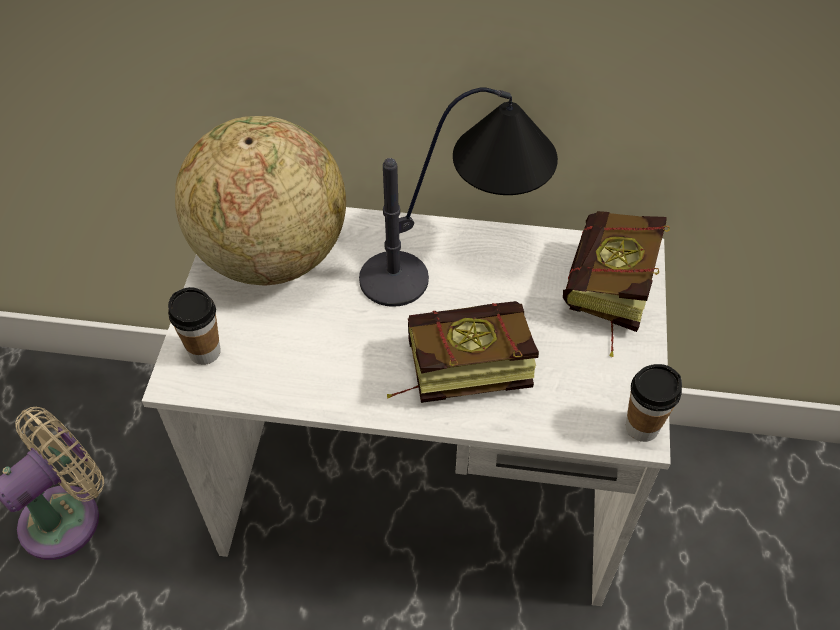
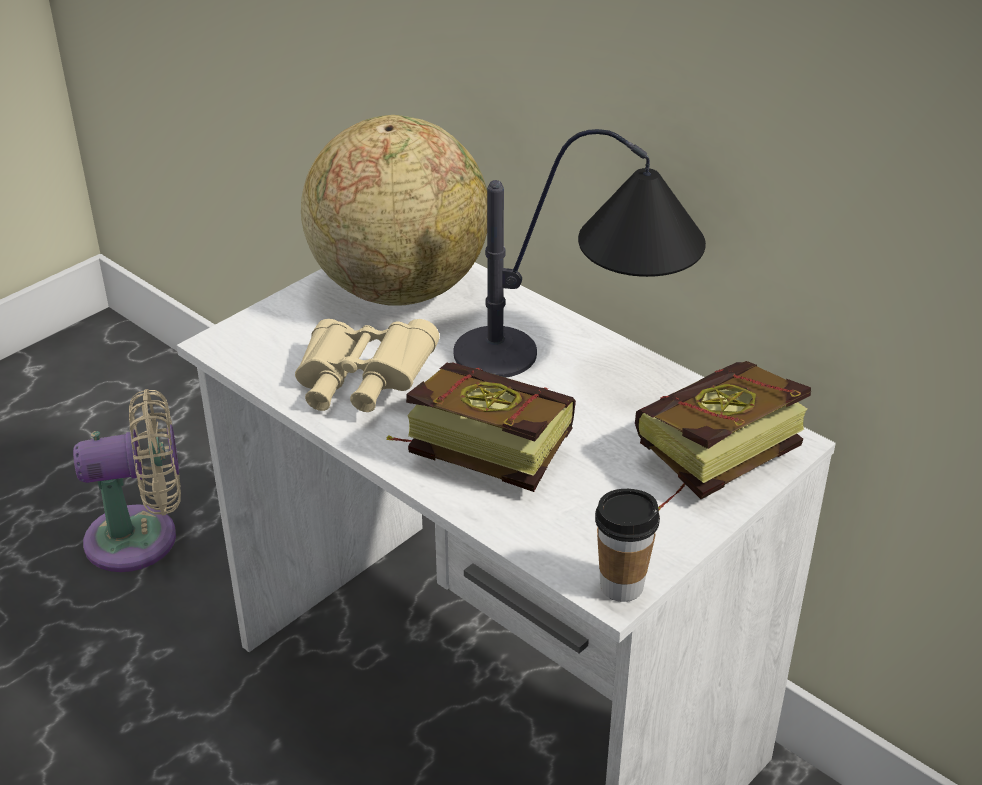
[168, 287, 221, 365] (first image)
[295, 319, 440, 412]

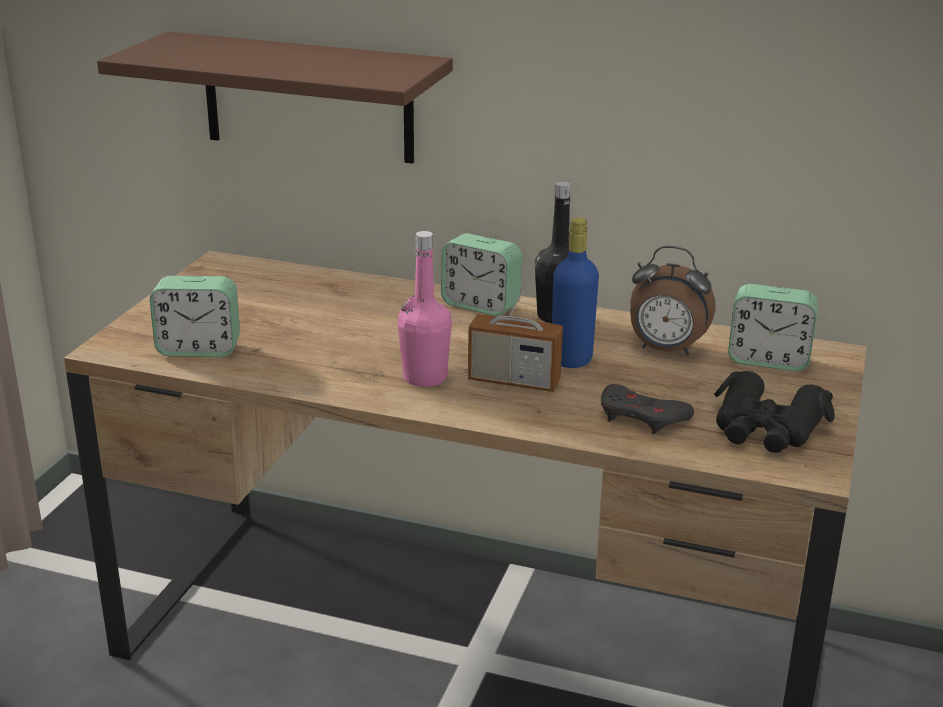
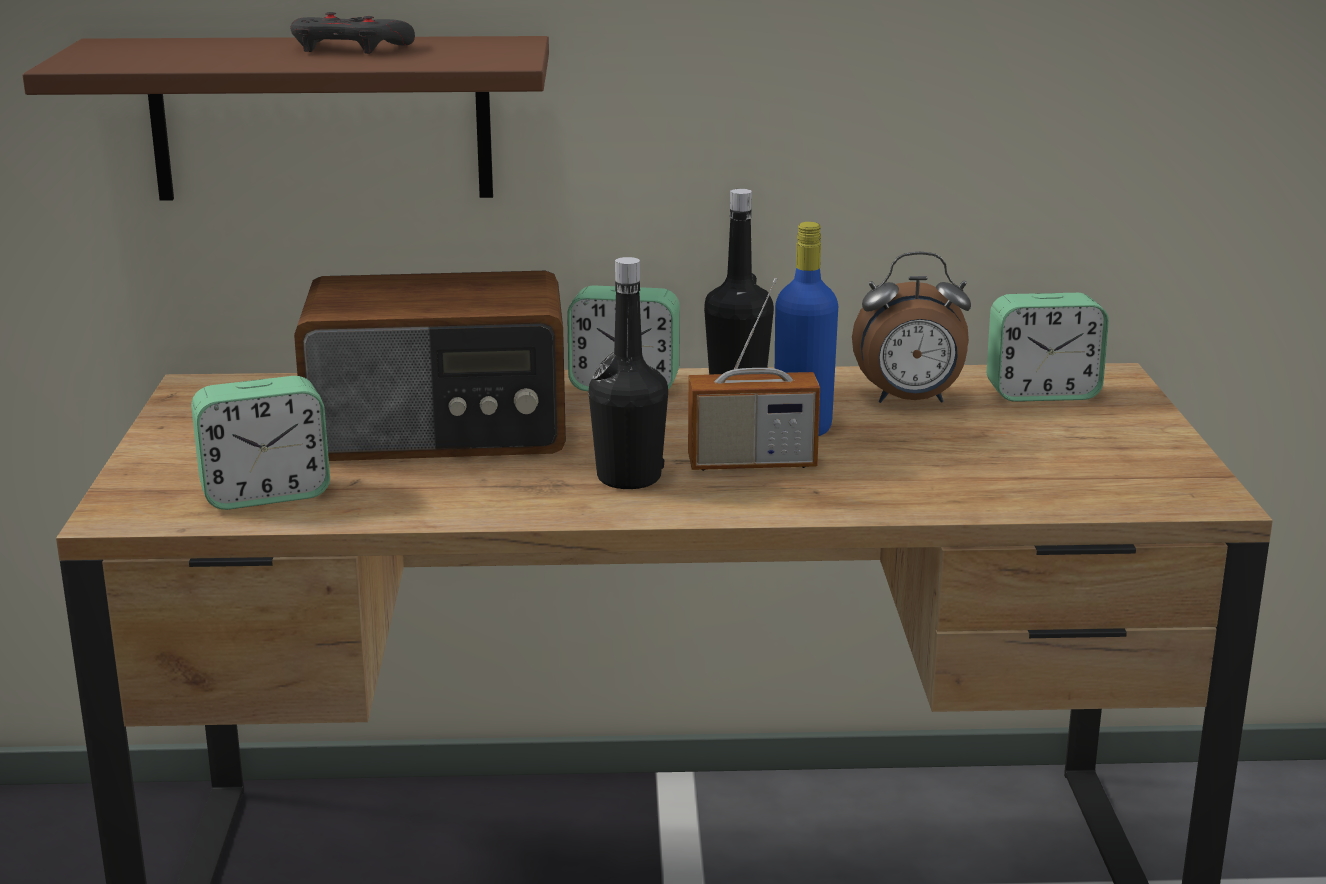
[589, 257, 668, 489]
[714, 371, 835, 453] (first image)
[290, 12, 415, 54]
[294, 271, 566, 461]

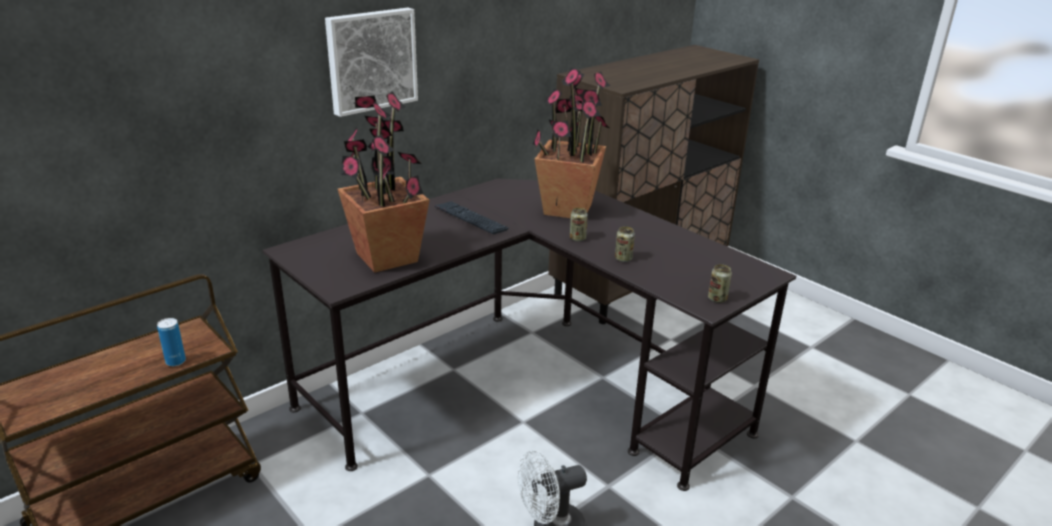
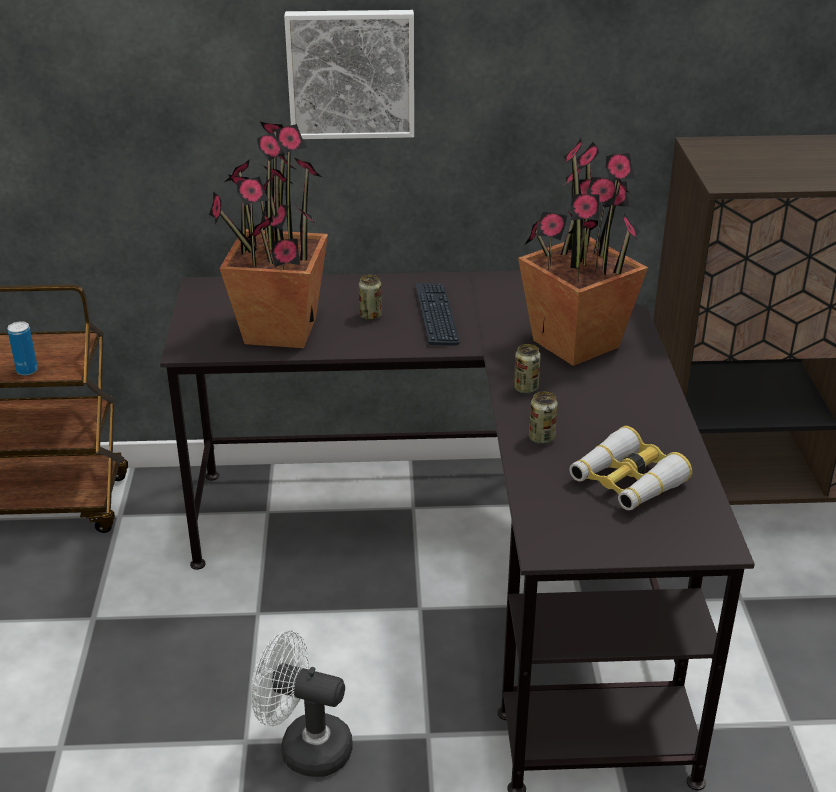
[359, 275, 382, 320]
[569, 426, 692, 510]

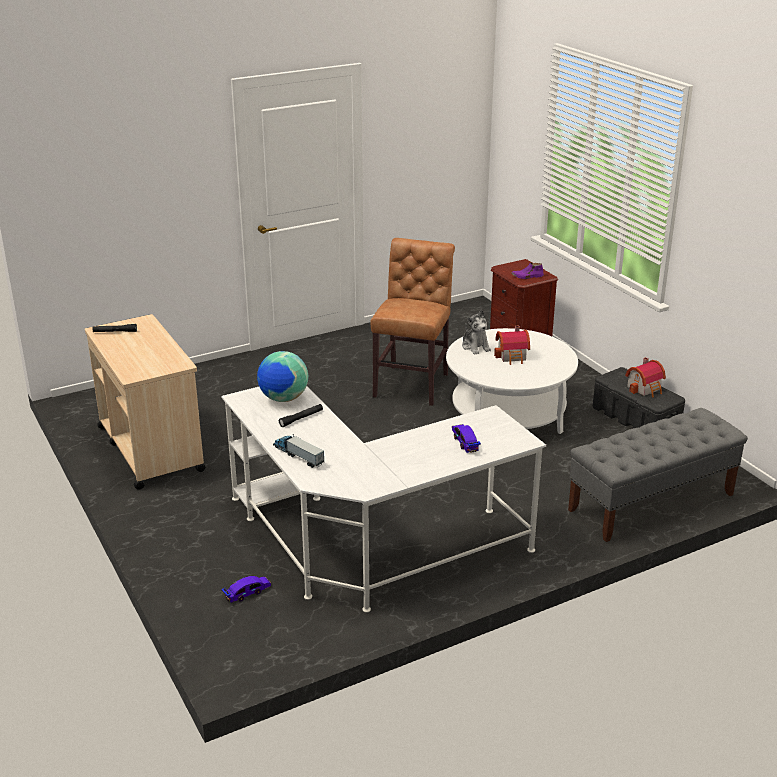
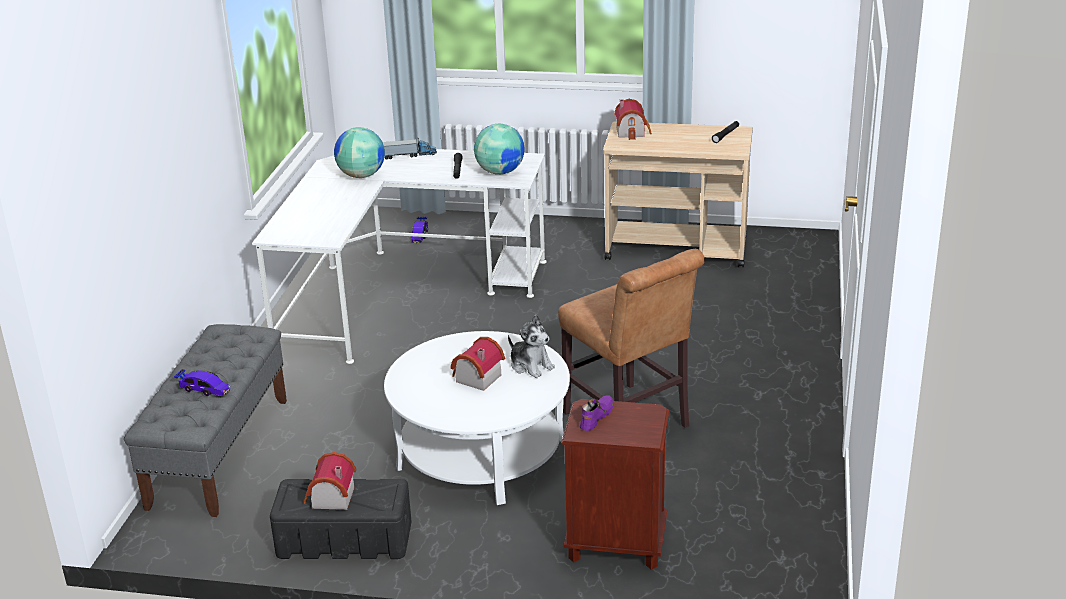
[508, 315, 555, 378]
[174, 369, 230, 396]
[614, 99, 652, 140]
[334, 127, 385, 178]

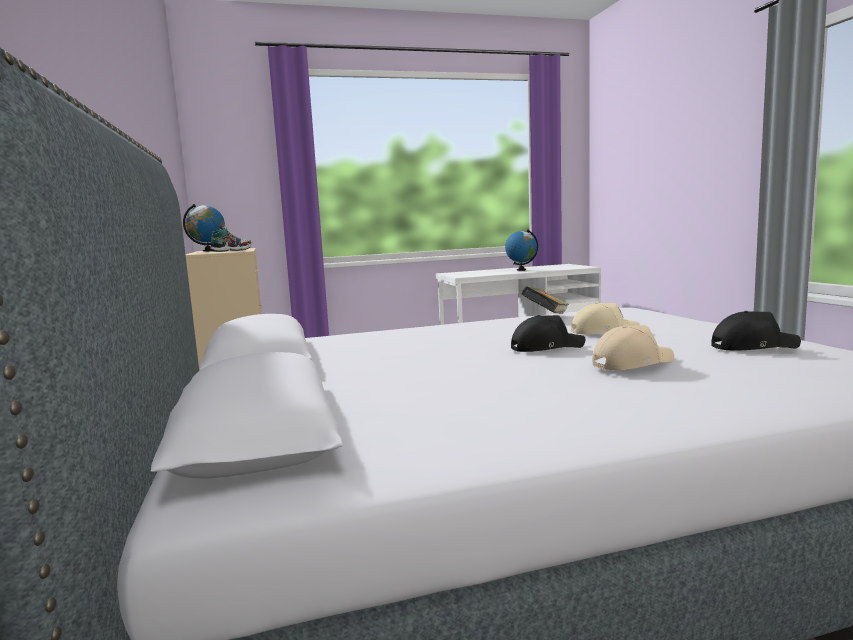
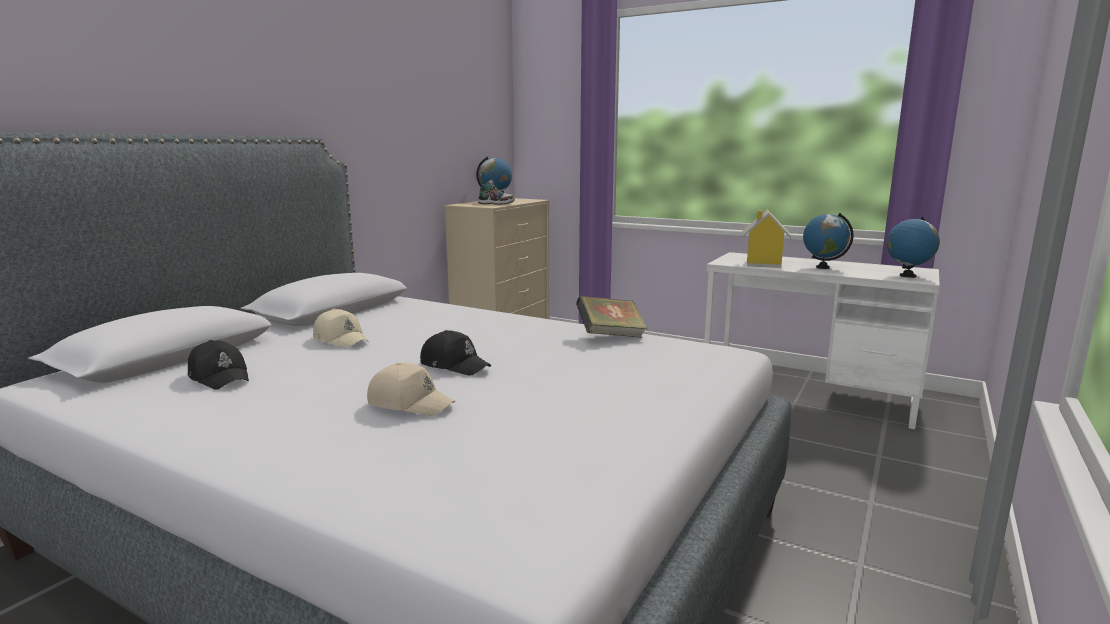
[313, 309, 368, 348]
[188, 340, 249, 390]
[743, 209, 791, 268]
[887, 216, 940, 278]

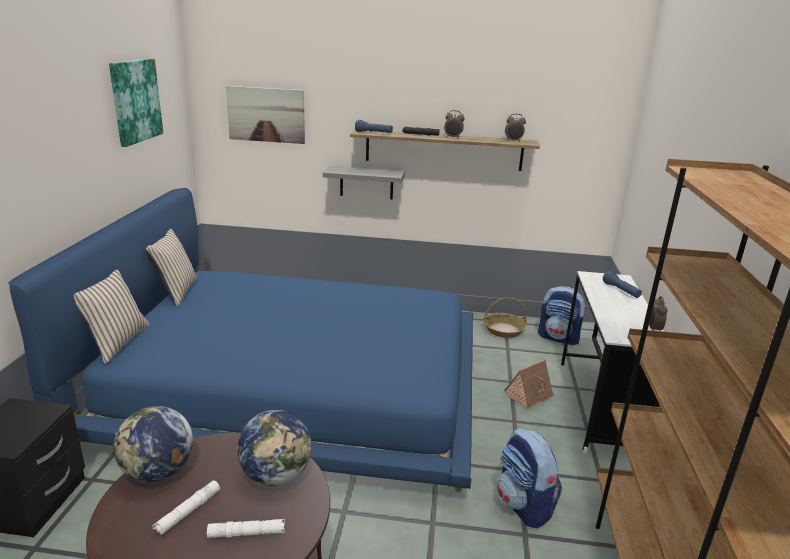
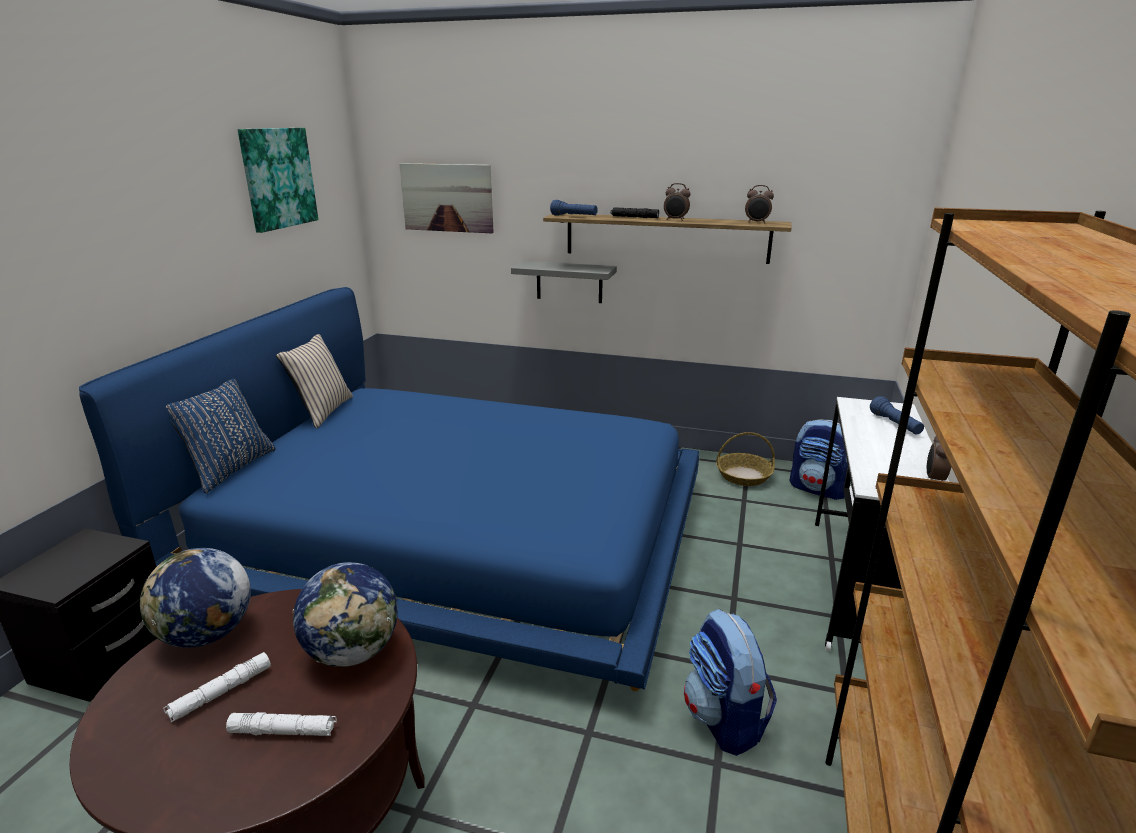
[165, 379, 276, 493]
[504, 359, 555, 409] (first image)

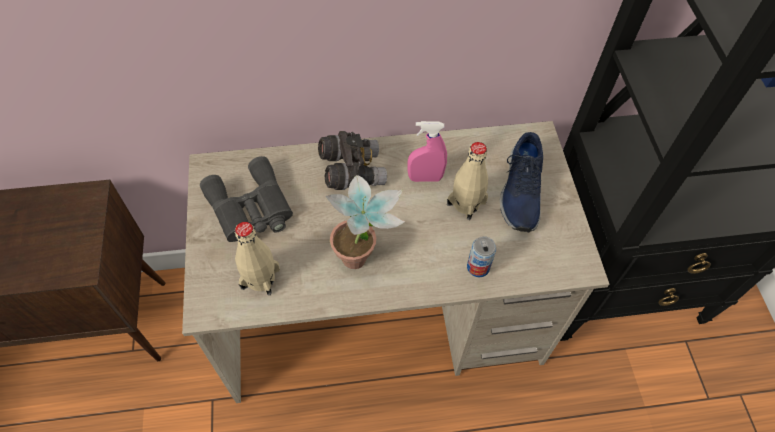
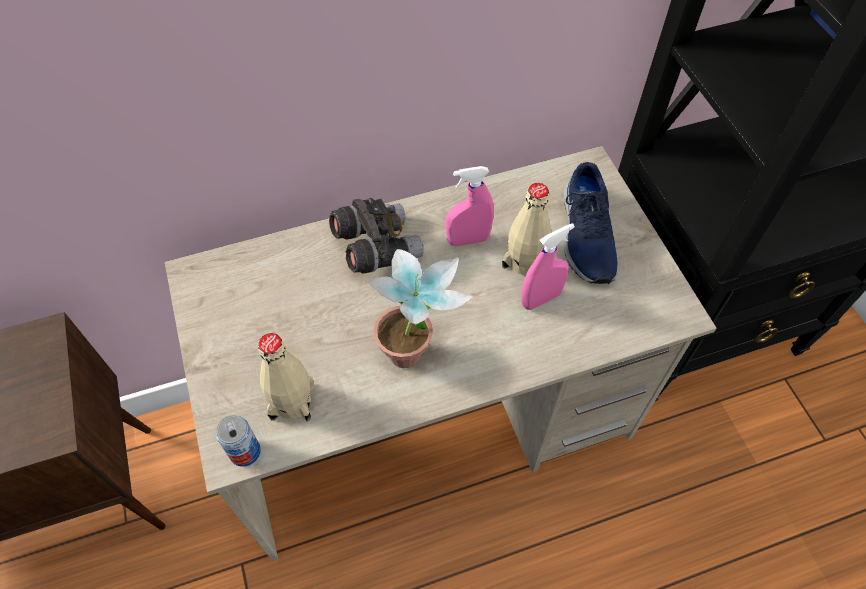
[200, 156, 293, 242] (first image)
[216, 415, 261, 467]
[521, 223, 575, 310]

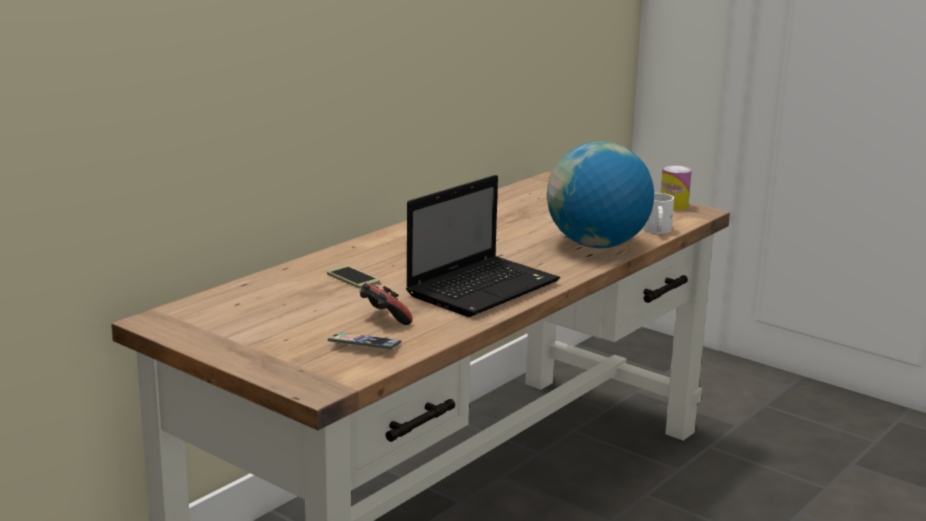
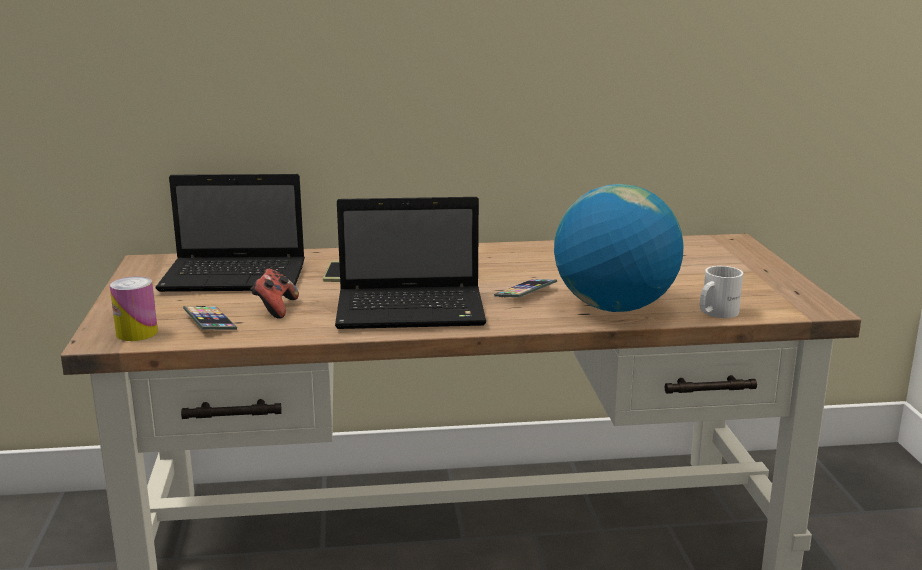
[110, 276, 158, 341]
[156, 174, 305, 292]
[494, 279, 557, 298]

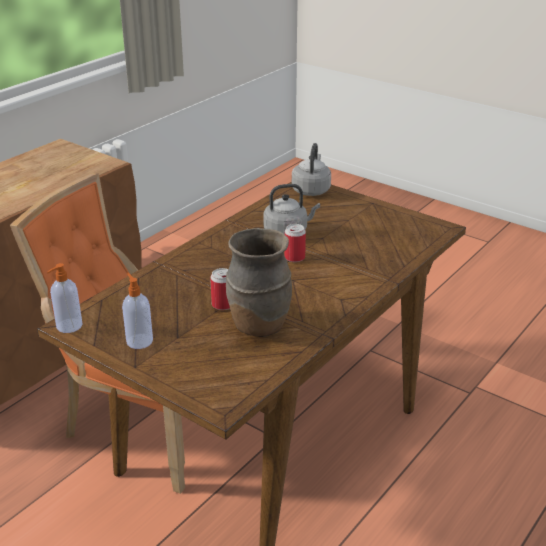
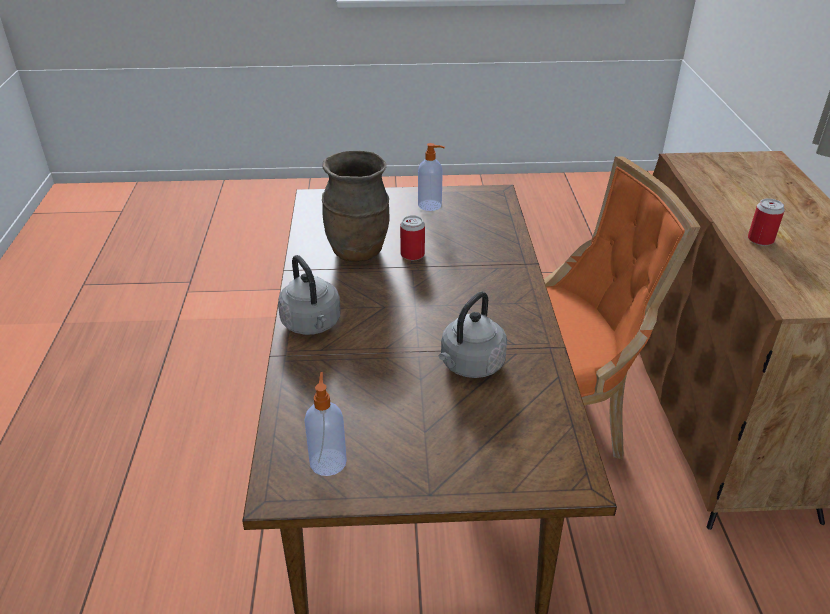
[278, 255, 341, 335]
[748, 198, 785, 246]
[304, 372, 347, 476]

